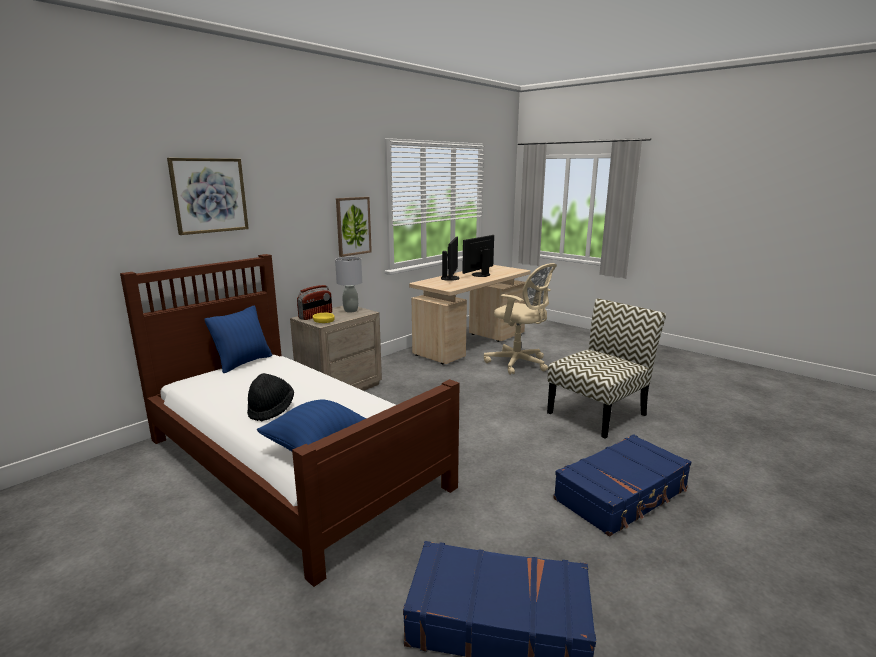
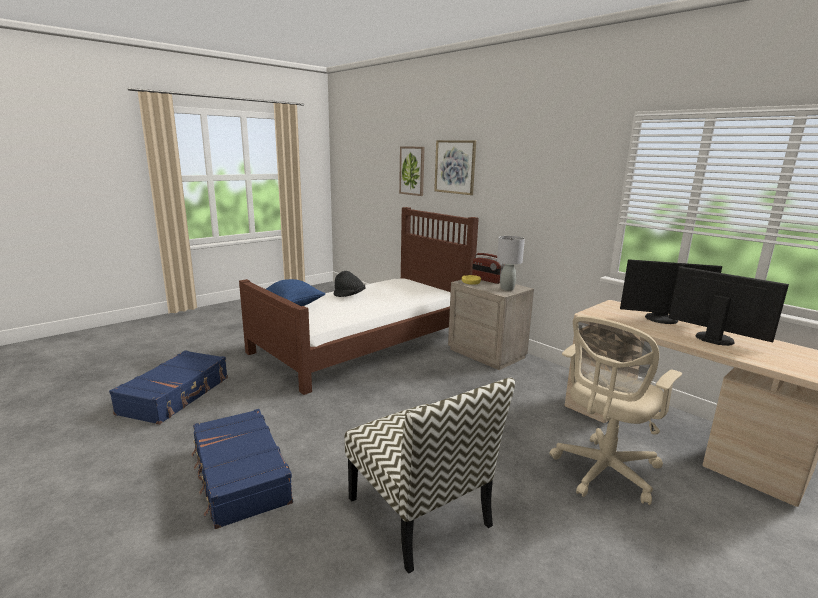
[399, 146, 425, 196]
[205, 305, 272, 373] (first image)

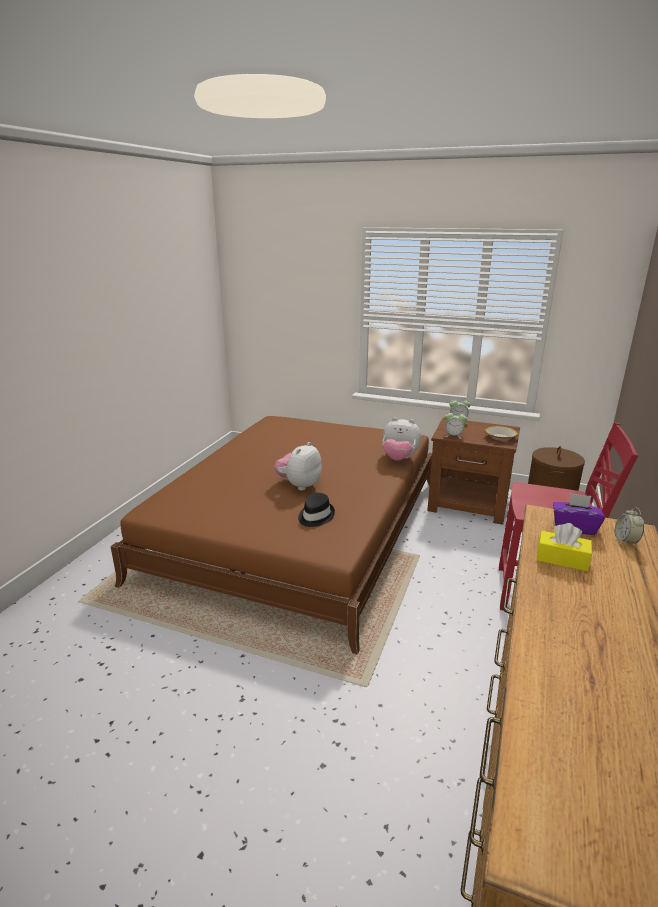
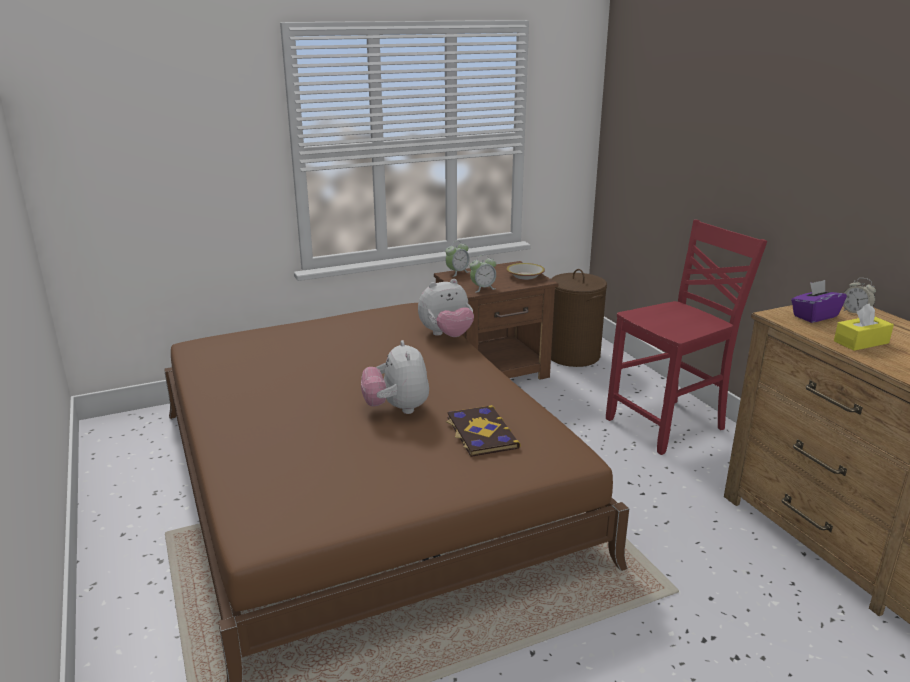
[446, 405, 521, 457]

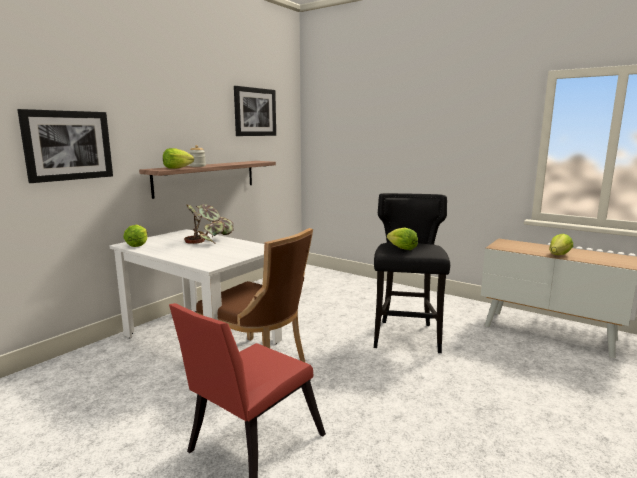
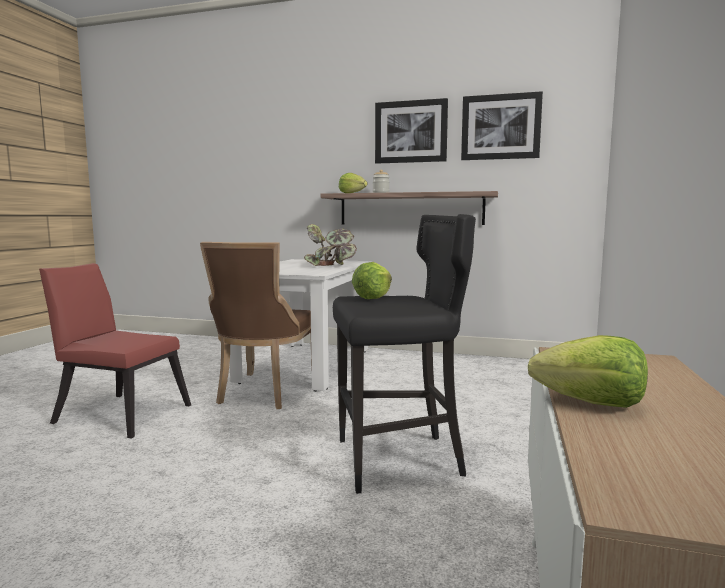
[375, 98, 448, 164]
[123, 225, 147, 247] (first image)

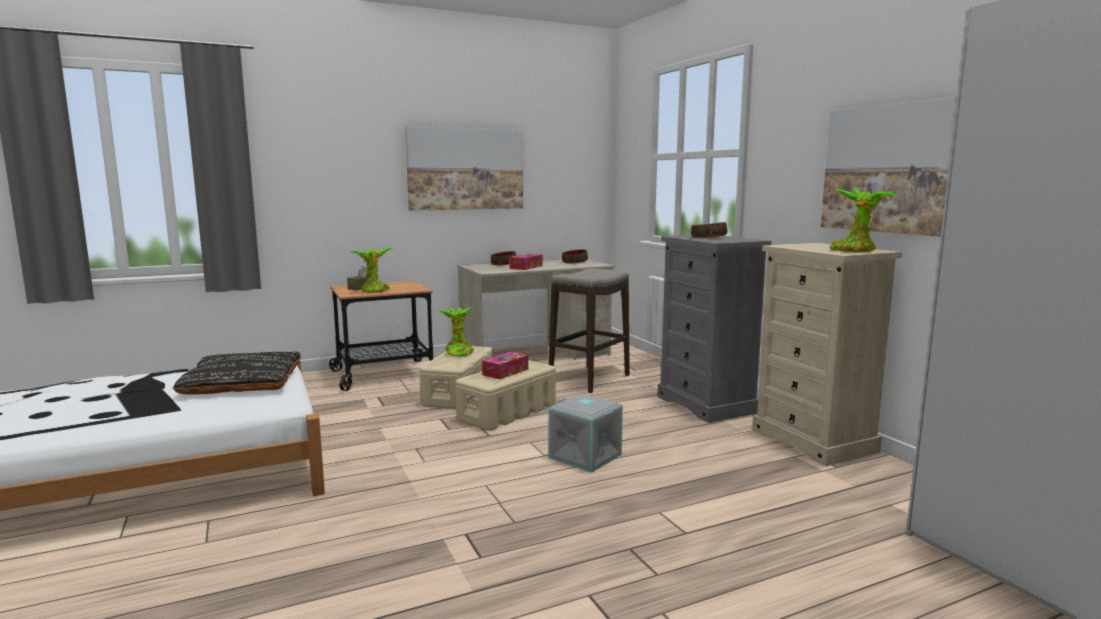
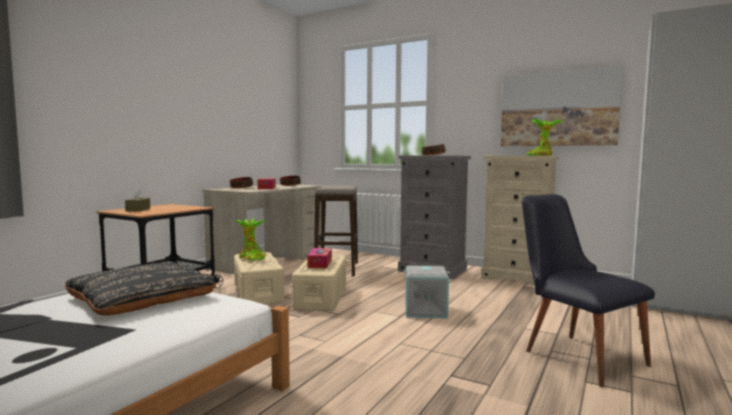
[405, 126, 523, 211] (first image)
[349, 247, 393, 293] (first image)
[522, 194, 655, 388]

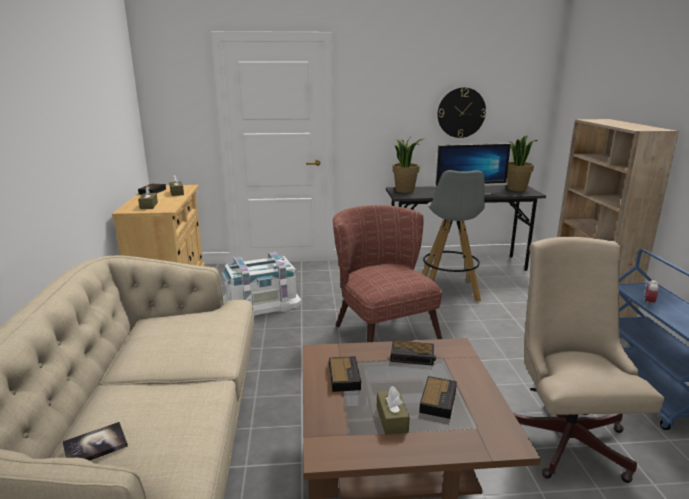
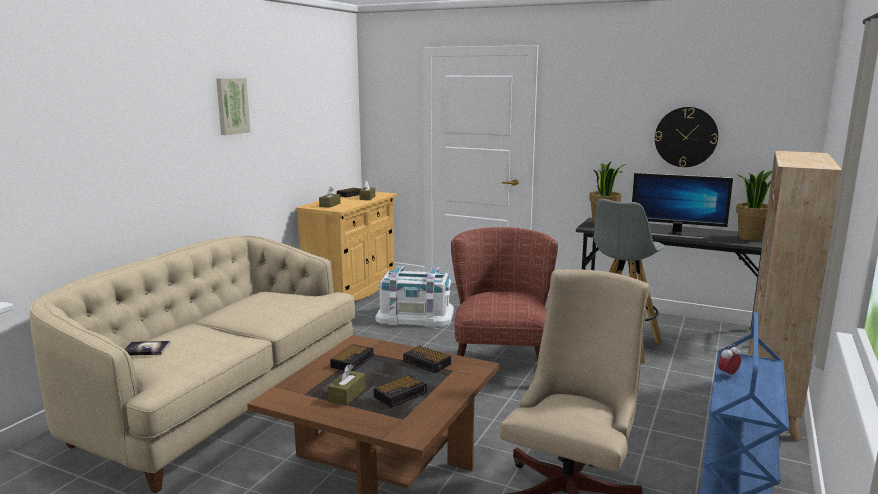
[216, 78, 250, 135]

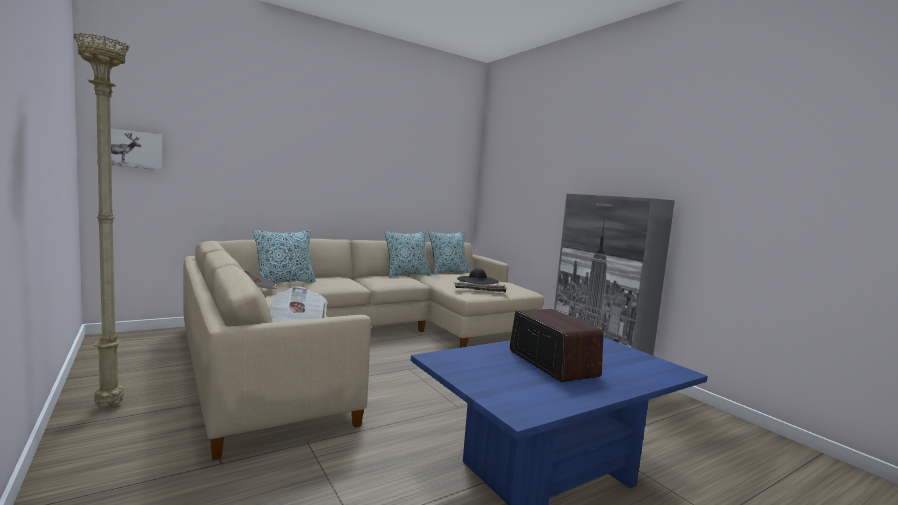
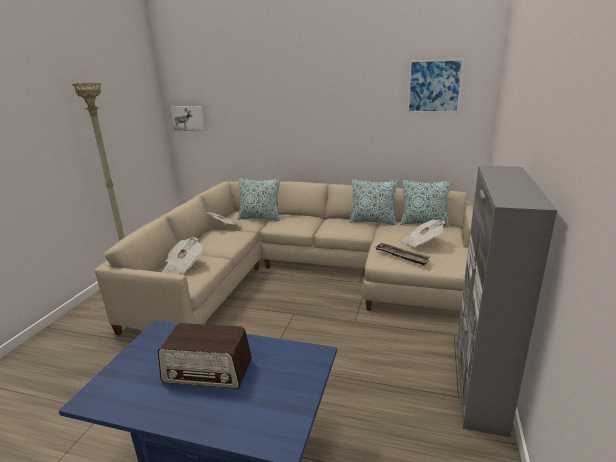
[402, 220, 445, 247]
[158, 323, 252, 389]
[407, 58, 464, 113]

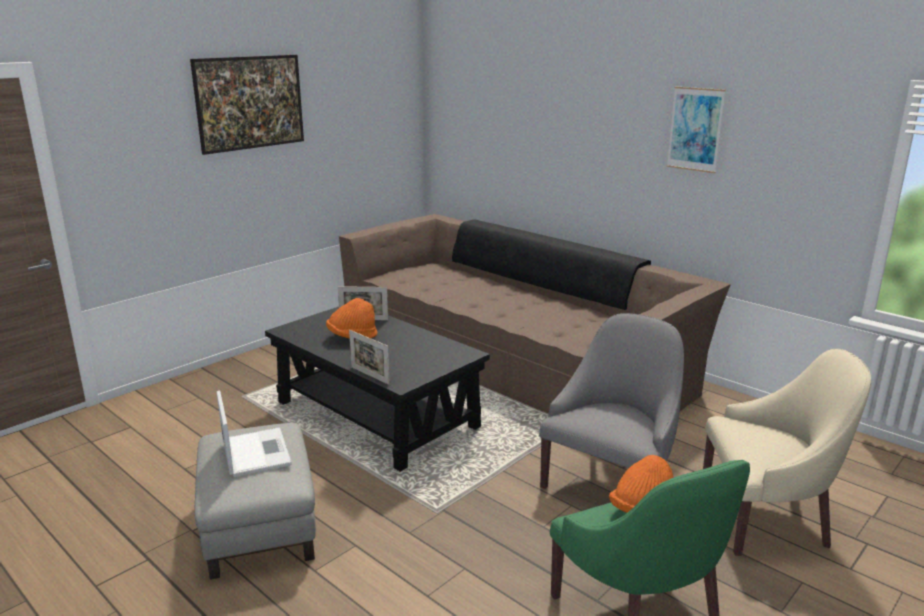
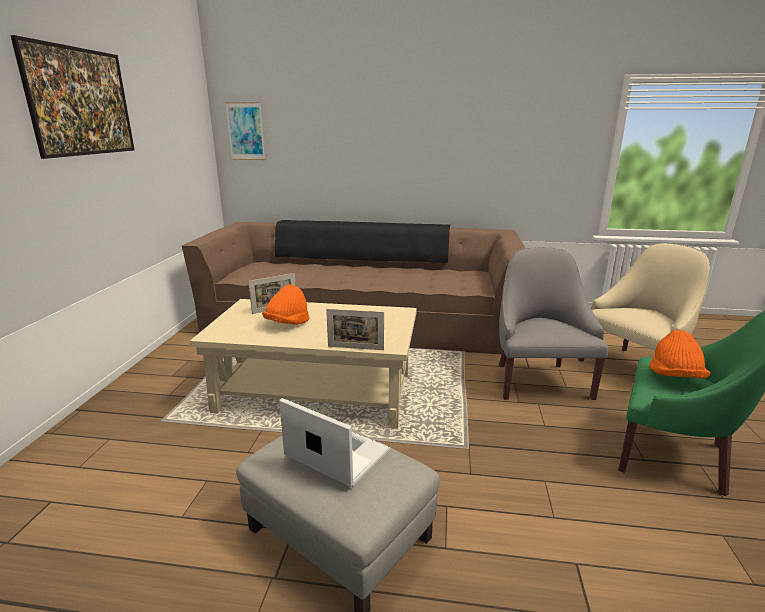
[225, 102, 265, 160]
[190, 299, 417, 429]

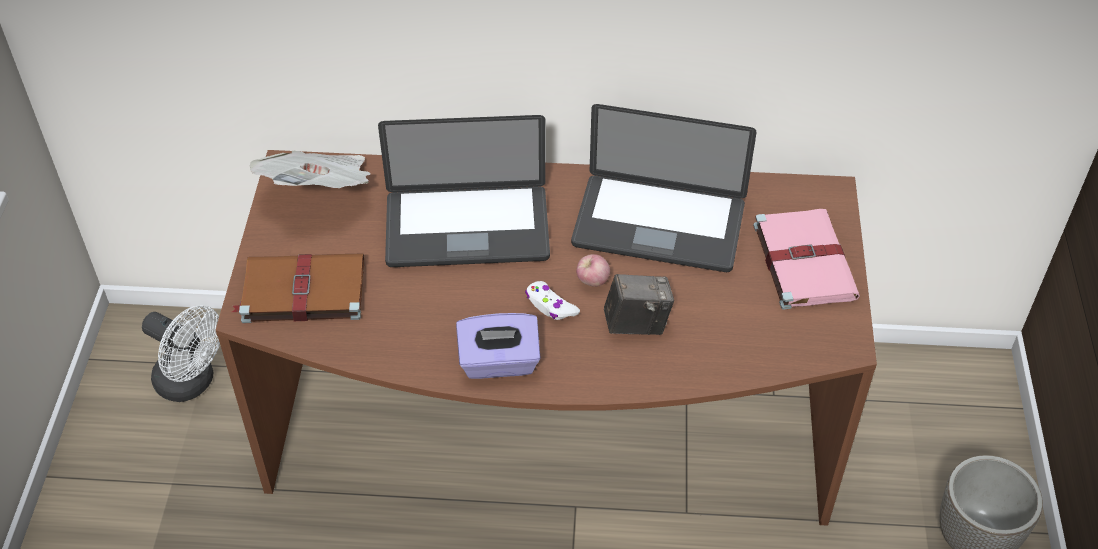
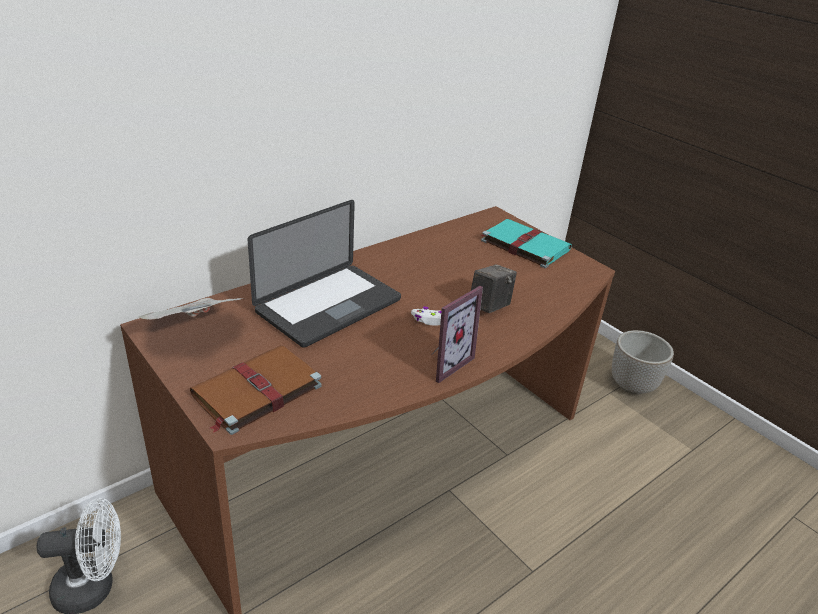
[571, 104, 757, 272] (first image)
[480, 219, 572, 268]
[576, 254, 610, 287] (first image)
[431, 286, 483, 383]

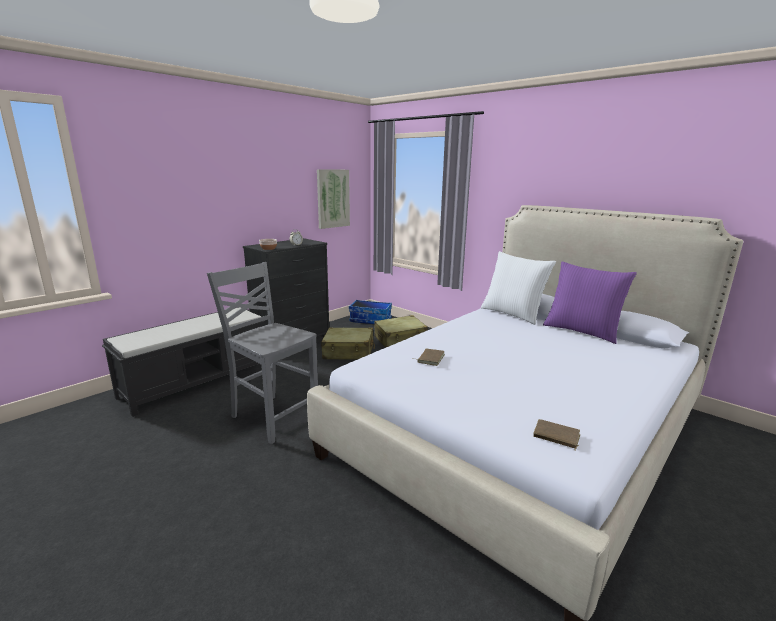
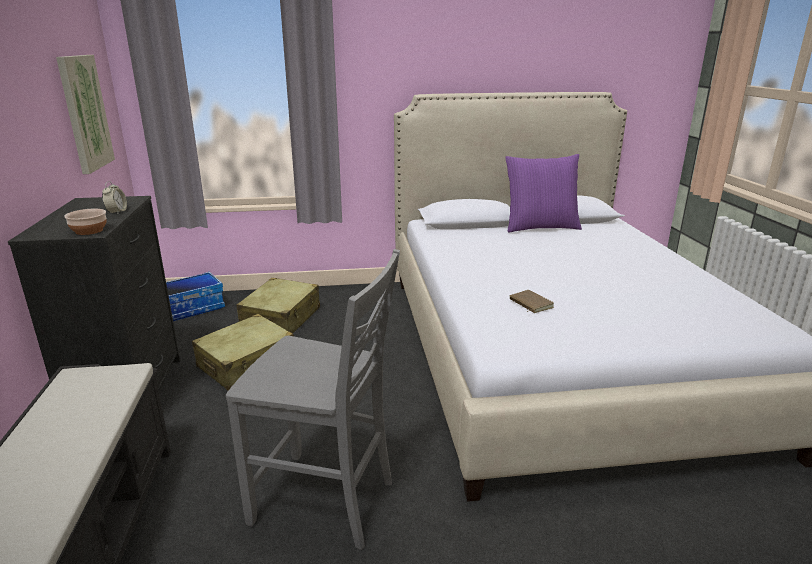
[481, 251, 556, 325] (first image)
[226, 249, 400, 550]
[533, 419, 580, 451] (first image)

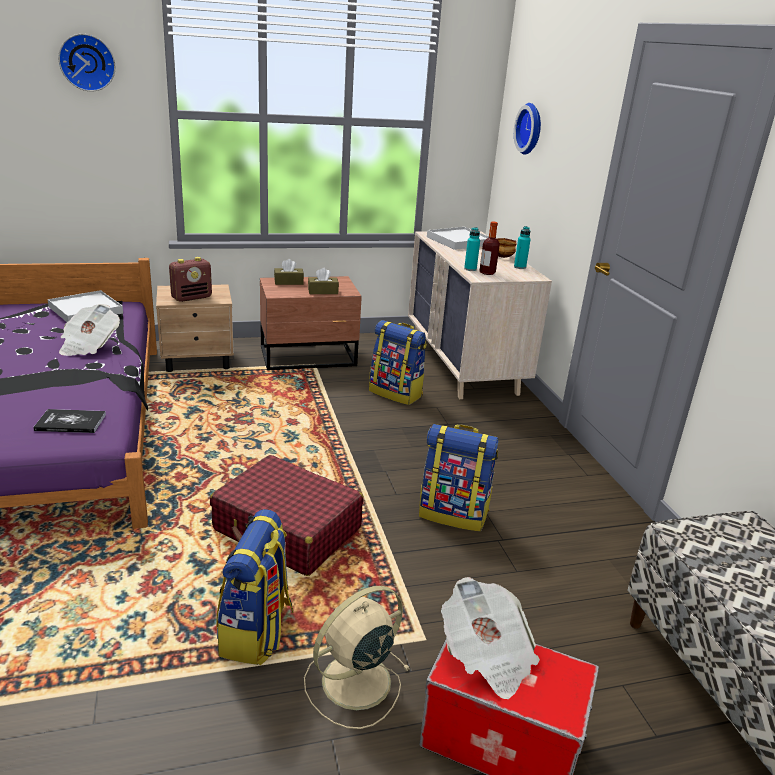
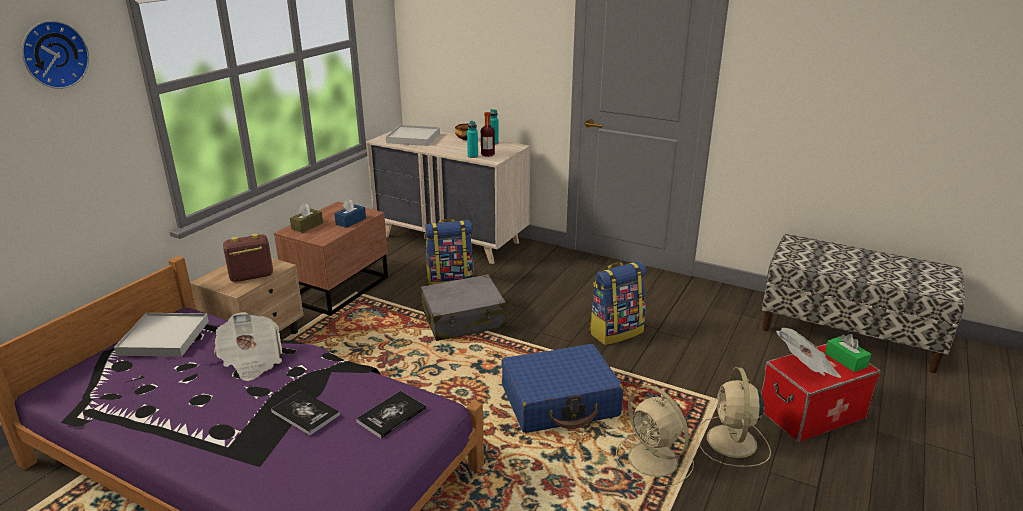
[514, 103, 541, 155] (first image)
[223, 234, 273, 282]
[334, 199, 366, 228]
[501, 344, 623, 433]
[616, 385, 694, 487]
[421, 274, 507, 341]
[825, 334, 871, 372]
[271, 390, 340, 436]

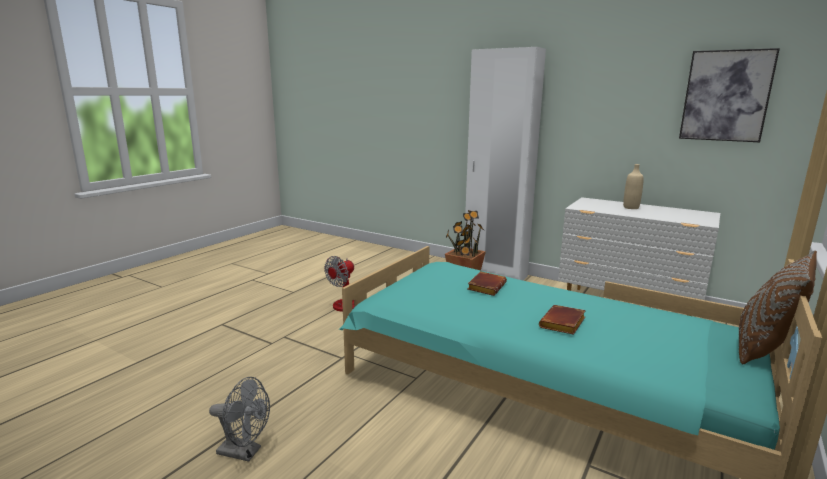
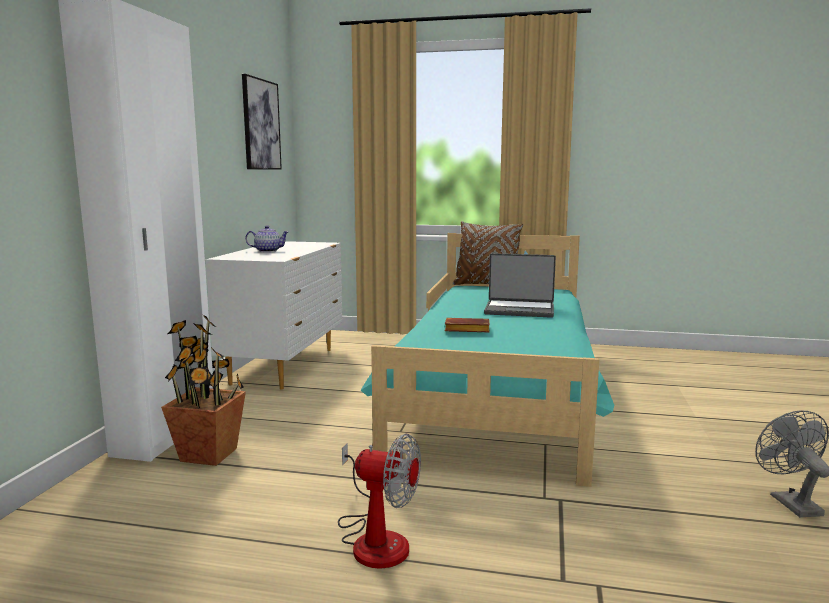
[245, 225, 288, 252]
[484, 253, 556, 318]

